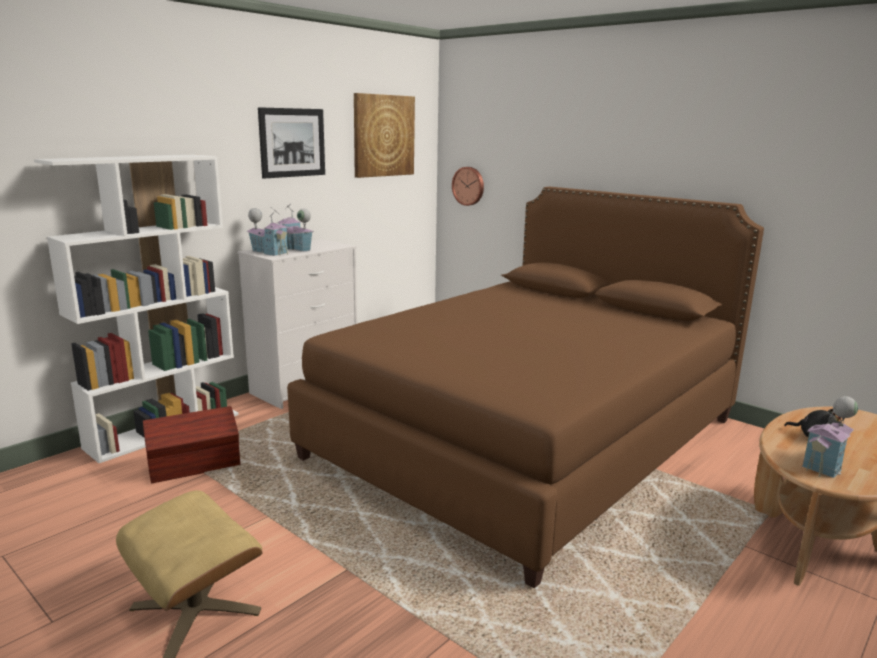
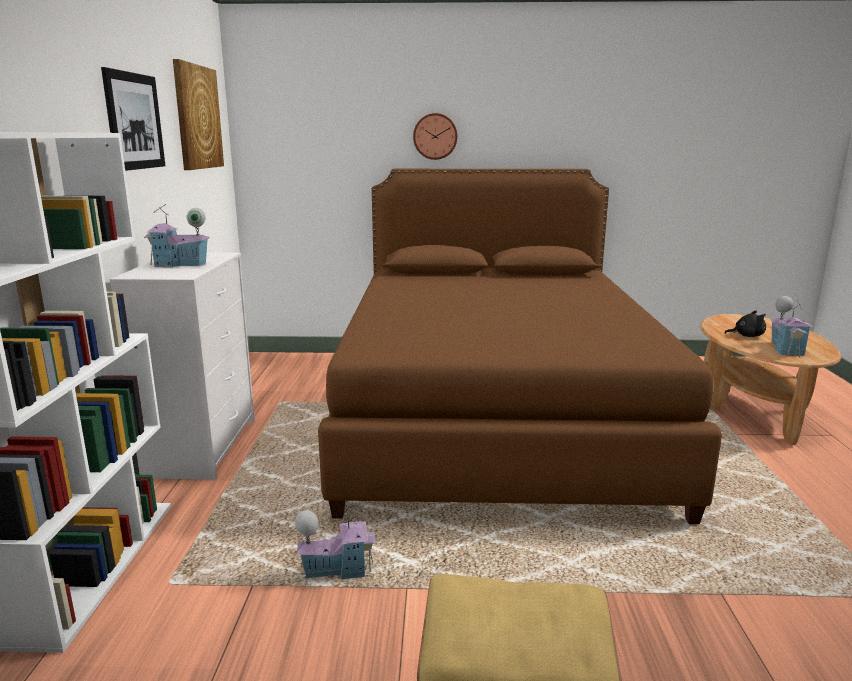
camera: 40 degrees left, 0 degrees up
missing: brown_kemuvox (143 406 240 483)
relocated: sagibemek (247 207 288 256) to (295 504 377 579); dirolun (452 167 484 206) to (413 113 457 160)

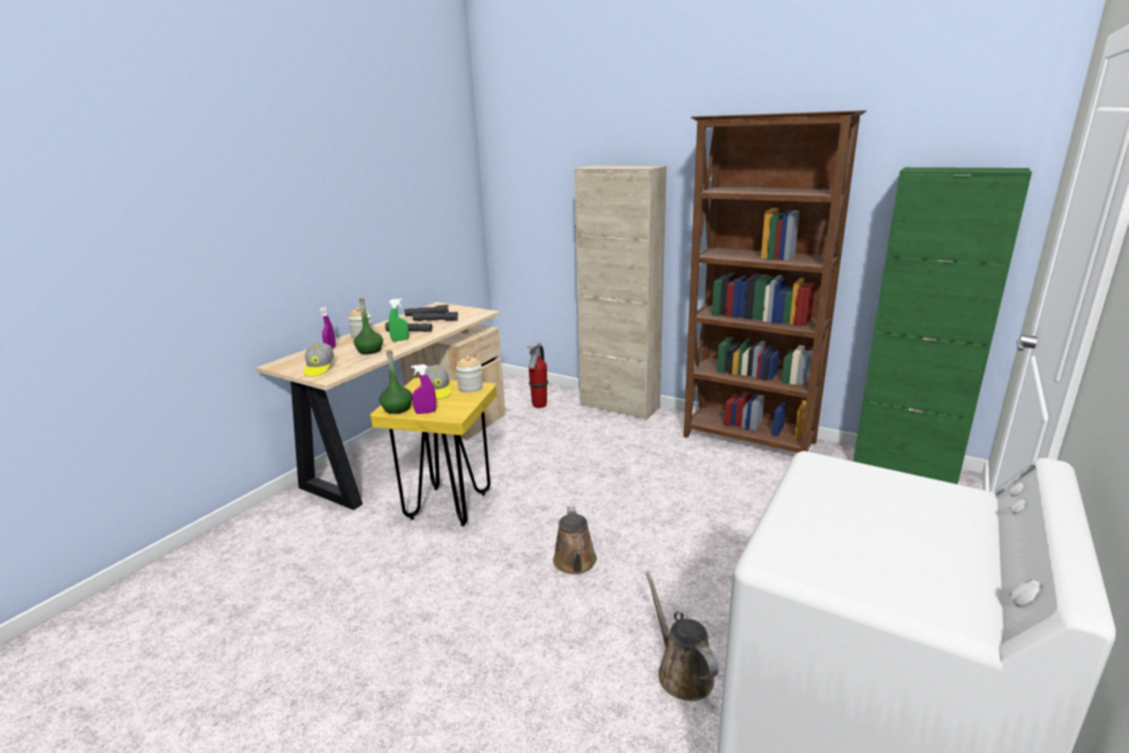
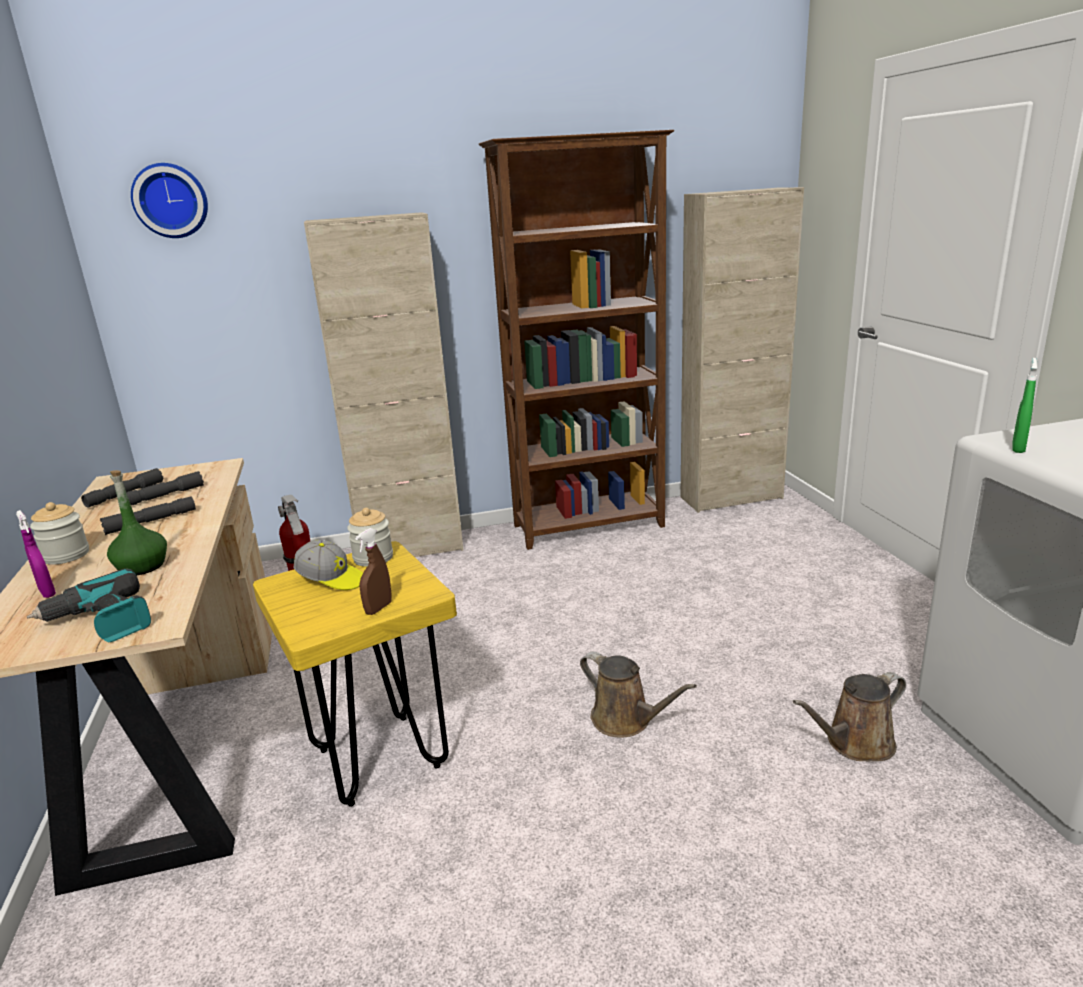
camera: 45 degrees left, 0 degrees up
missing: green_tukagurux (379 350 412 414)
appeared: dirolun (131 163 208 238)
relocated: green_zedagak (388 299 409 341) to (1012 358 1038 453)
exchanged: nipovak (304 343 334 377) to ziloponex (27 568 151 642)
colour: purple_zedagak (411 364 436 414) to brown_zedagak (355 528 392 615); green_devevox (853 167 1032 484) to beige_devevox (681 187 804 513)
spun: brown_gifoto (645 571 718 701) = (793 672 906 761) 45 degrees counterclockwise

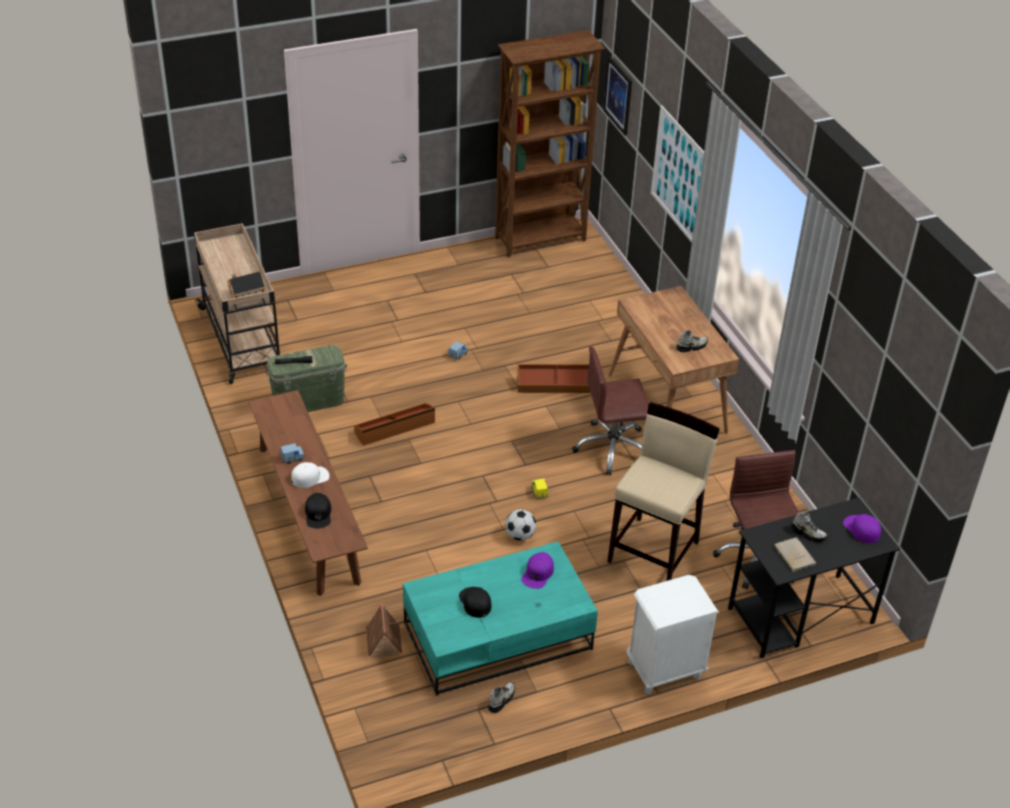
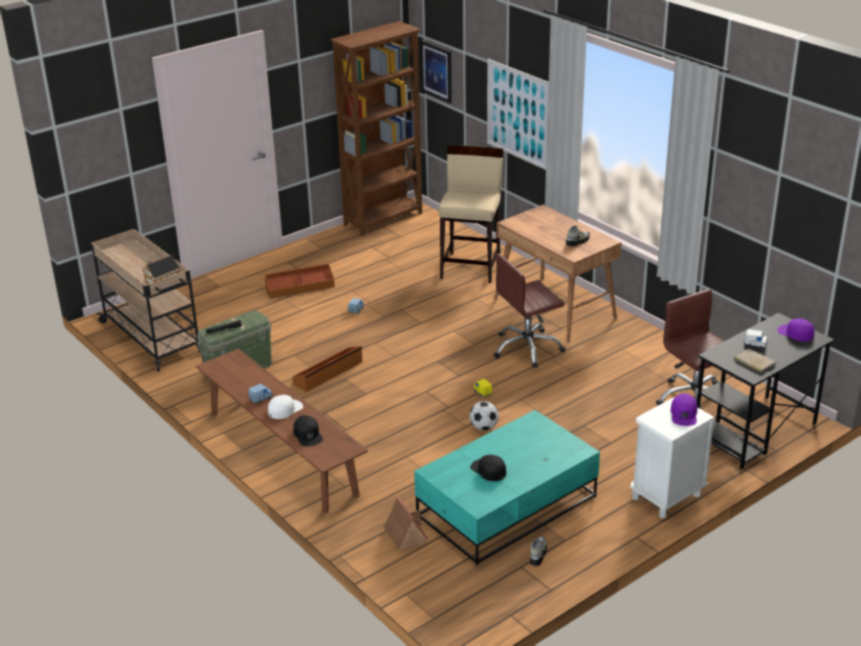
camera: 15 degrees left, 10 degrees down
relocated: brown_kemuvox (517 364 591 393) to (265 263 335 298); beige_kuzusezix (607 402 720 581) to (438 145 503 283); purple_nipovak (521 552 554 589) to (671 393 697 426)
exchanged: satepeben (791 512 828 542) to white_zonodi (744 329 768 349)

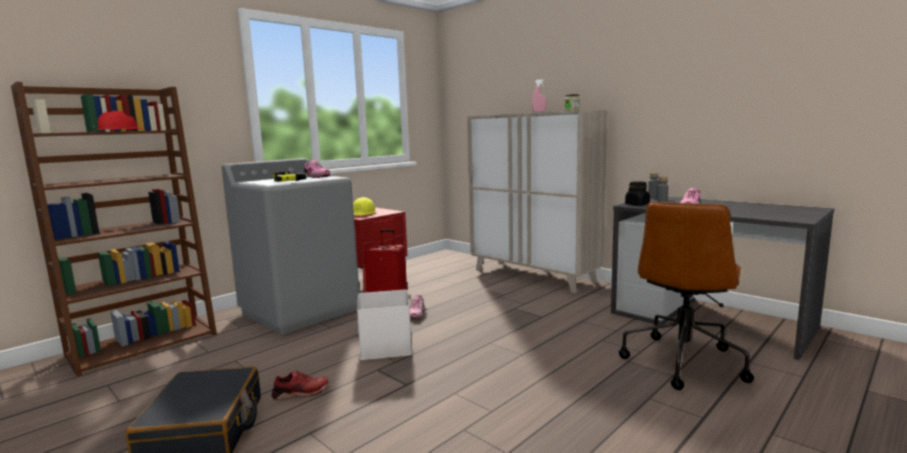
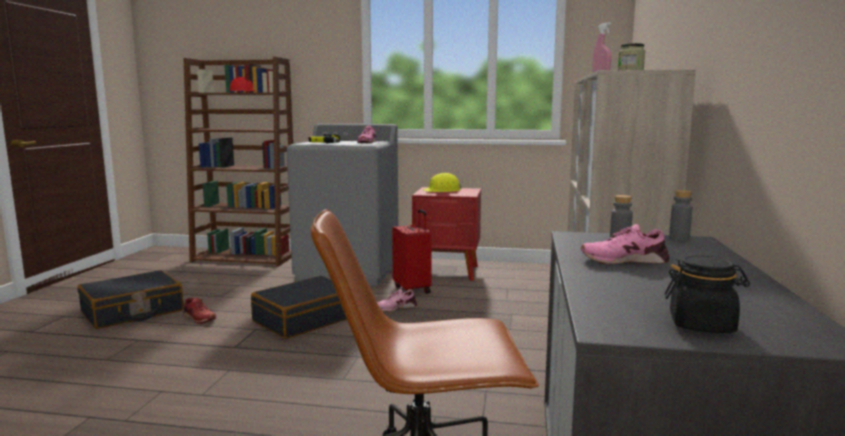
camera: 55 degrees right, 0 degrees up
relocated: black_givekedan (625 182 650 206) to (664 255 750 333)
exchanged: white_kemuvox (357 290 412 360) to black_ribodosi (251 276 347 339)

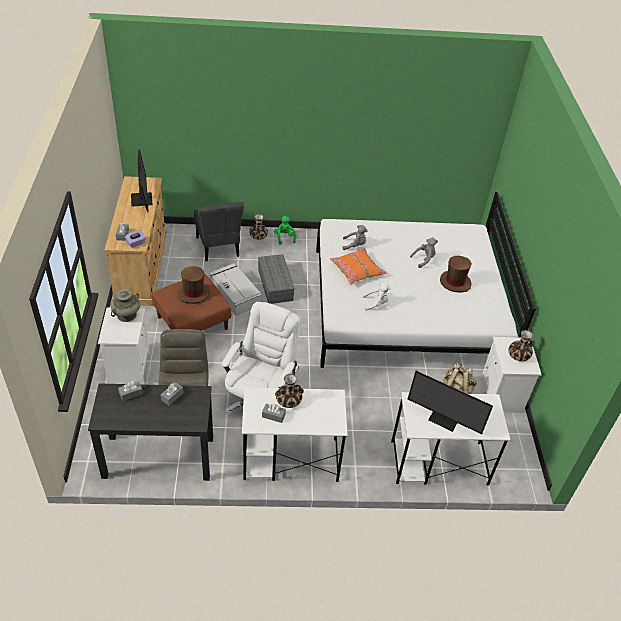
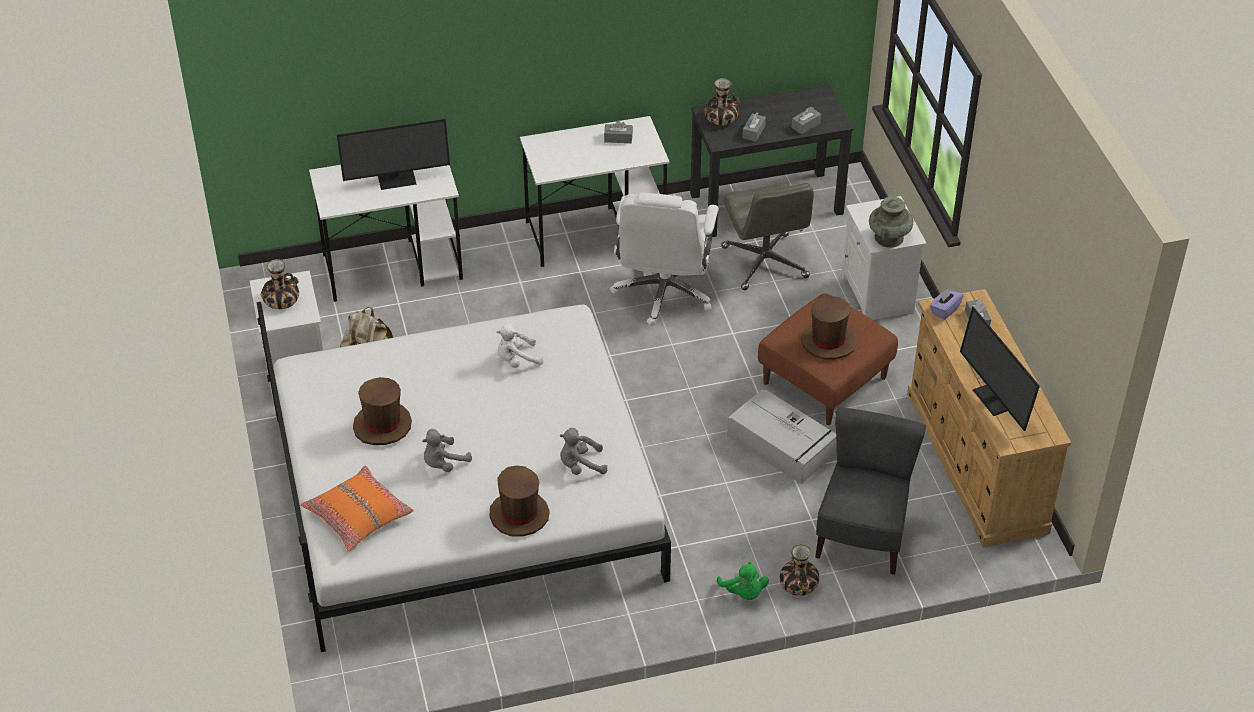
camera: 170 degrees right, 0 degrees up
missing: grey_kemuvox (258 254 295 304)
appeared: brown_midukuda (490 466 550 537)
relocated: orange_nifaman (330 248 387 285) to (300 465 414 552); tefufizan (275 374 304 408) to (704 78 739 126)
spun: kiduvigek (408 371 493 434) = (337 119 450 190) 150 degrees clockwise; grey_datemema (194 202 244 261) = (815 408 926 575) 45 degrees clockwise

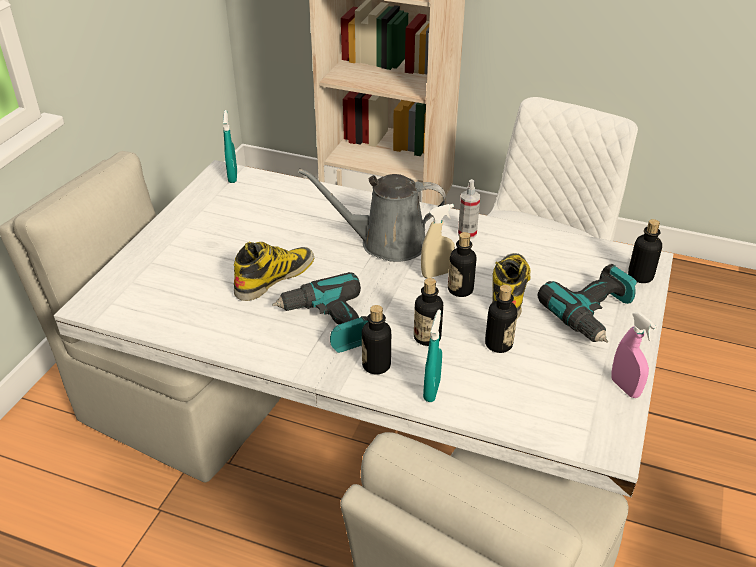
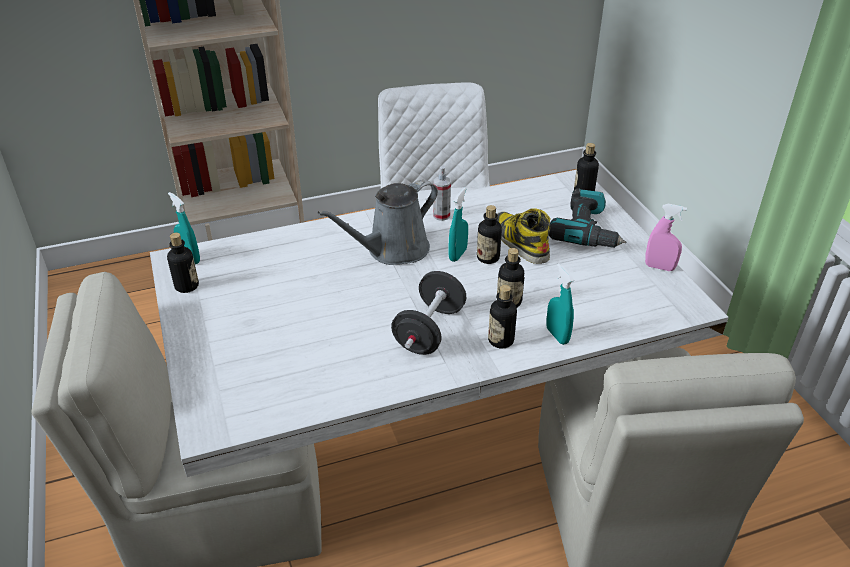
camera: 40 degrees left, 0 degrees up
missing: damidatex (234 242 314 301)
relocated: tukagurux (485 285 517 353) to (167 233 199 293)
exchanged: ziloponex (272 272 368 353) to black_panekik (391 271 466 355)
colour: beige_zedagak (421 204 455 278) to turquoise_zedagak (448 187 468 262)

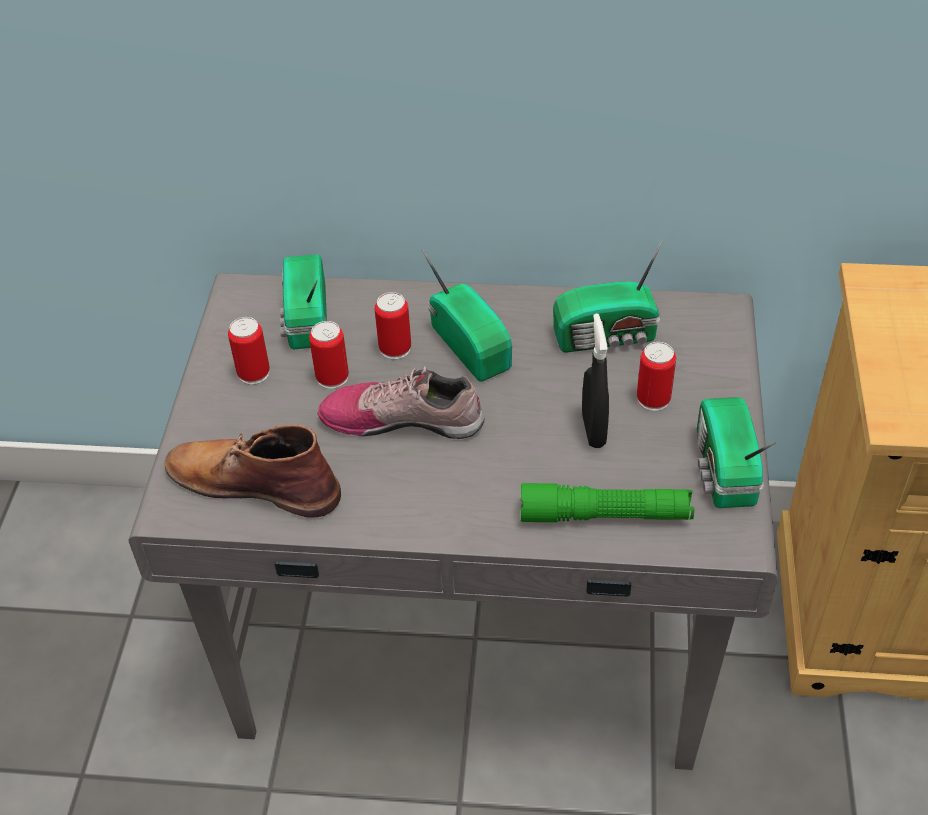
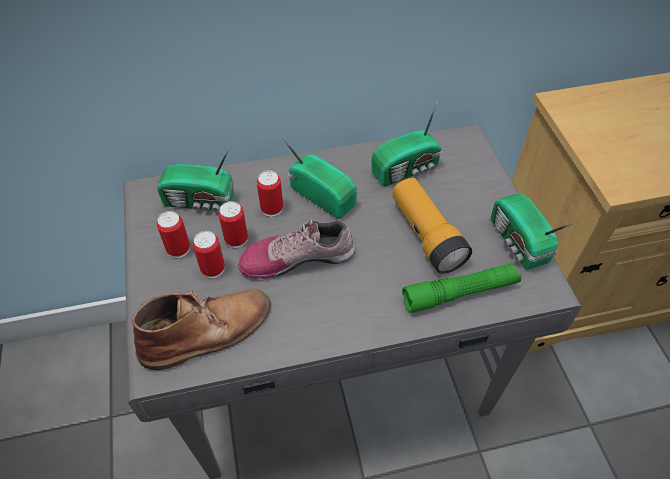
camera: 20 degrees left, 5 degrees up
relocated: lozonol (637 342 676 411) to (193 231 225 278)
exchanged: black_zedagak (582 313 609 448) to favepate (392 178 472 274)
spun: brown_damidatex (164 425 341 518) = (132 289 271 370) 150 degrees clockwise; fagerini (280 254 327 349) = (157 144 234 212) 60 degrees counterclockwise

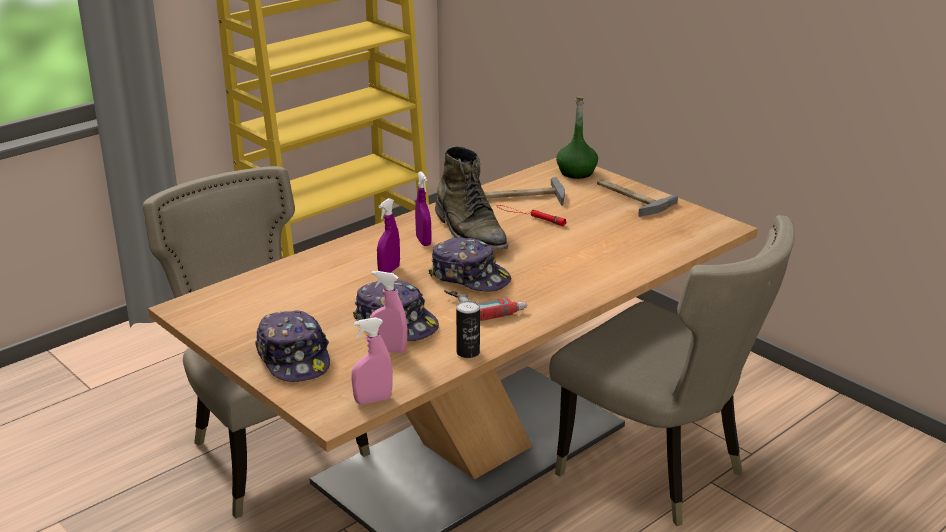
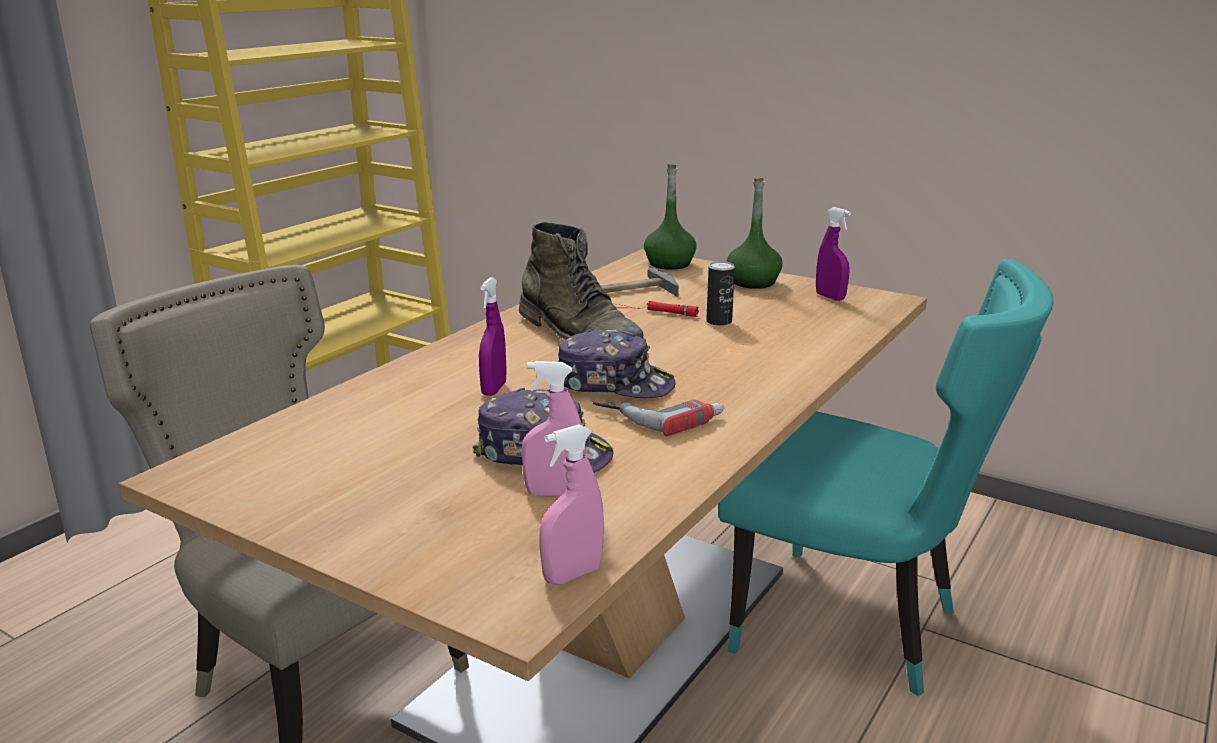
camera: 15 degrees left, 5 degrees down
missing: nipovak (255 311 330 382)
relocated: lozonol (456 301 480 358) to (706 261 735 326); purple_zedagak (415 171 431 246) to (816 207 851 301)
exchanged: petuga (597 179 678 217) to green_tukagurux (727 177 783 289)
colour: beige_datemema (549 215 795 526) to turquoise_datemema (718 259 1054 696)

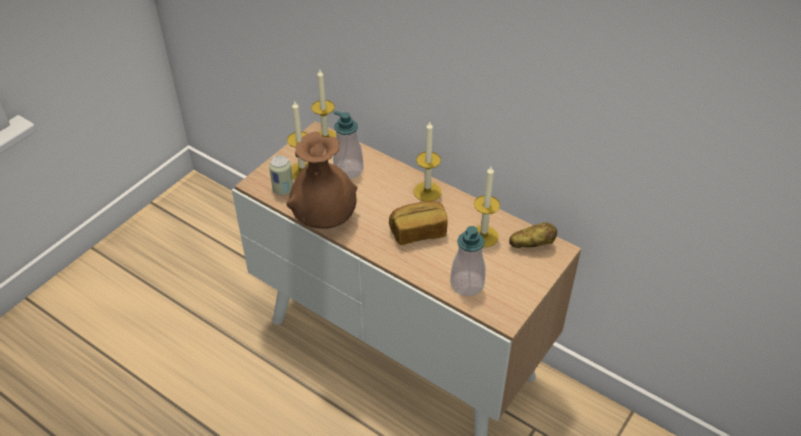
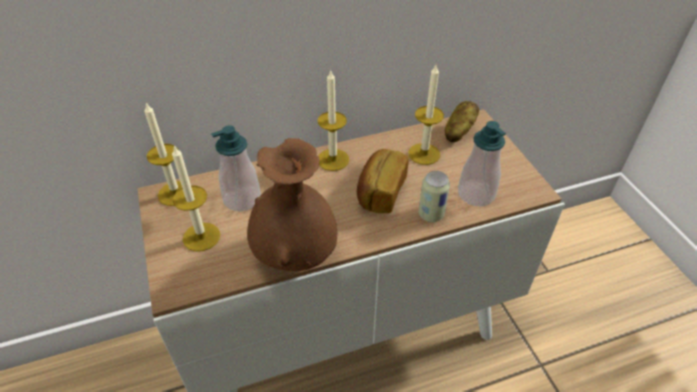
camera: 55 degrees left, 0 degrees up
relocated: lozonol (269 156 293 196) to (419 171 450 222)

